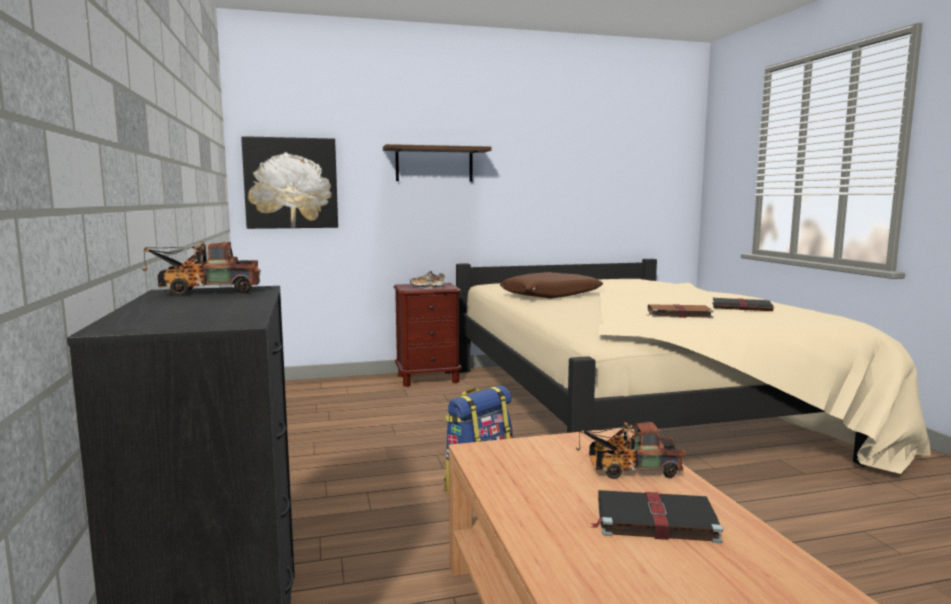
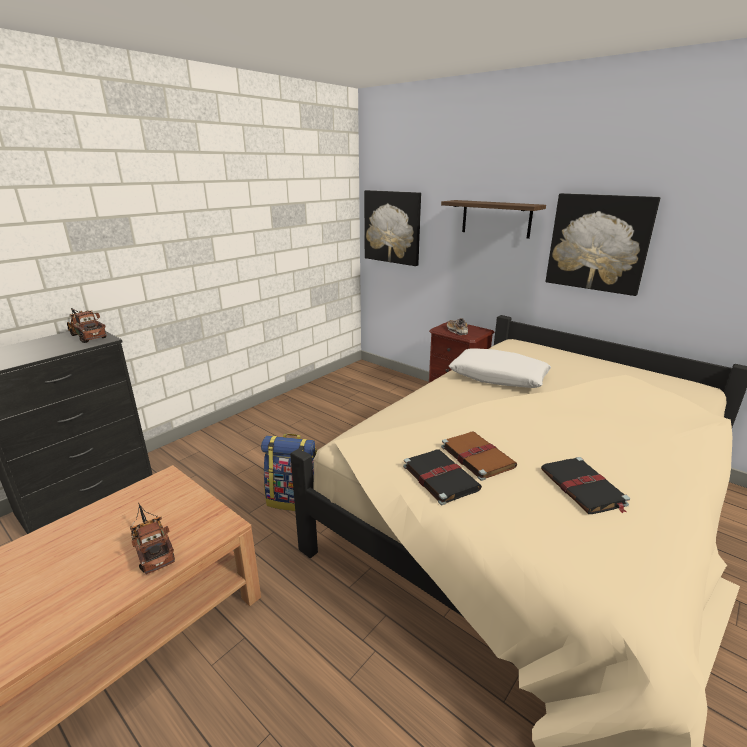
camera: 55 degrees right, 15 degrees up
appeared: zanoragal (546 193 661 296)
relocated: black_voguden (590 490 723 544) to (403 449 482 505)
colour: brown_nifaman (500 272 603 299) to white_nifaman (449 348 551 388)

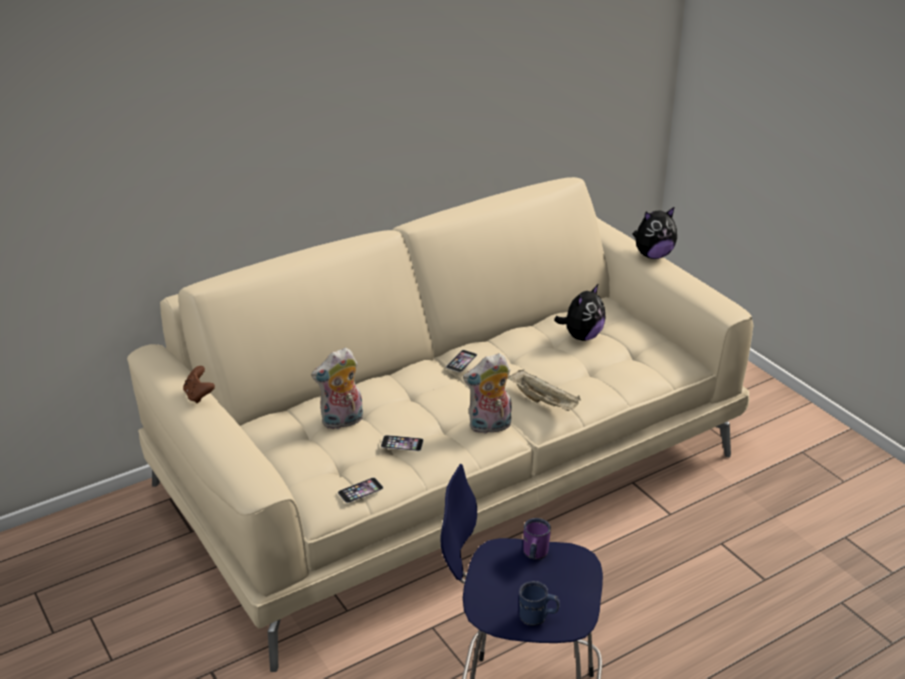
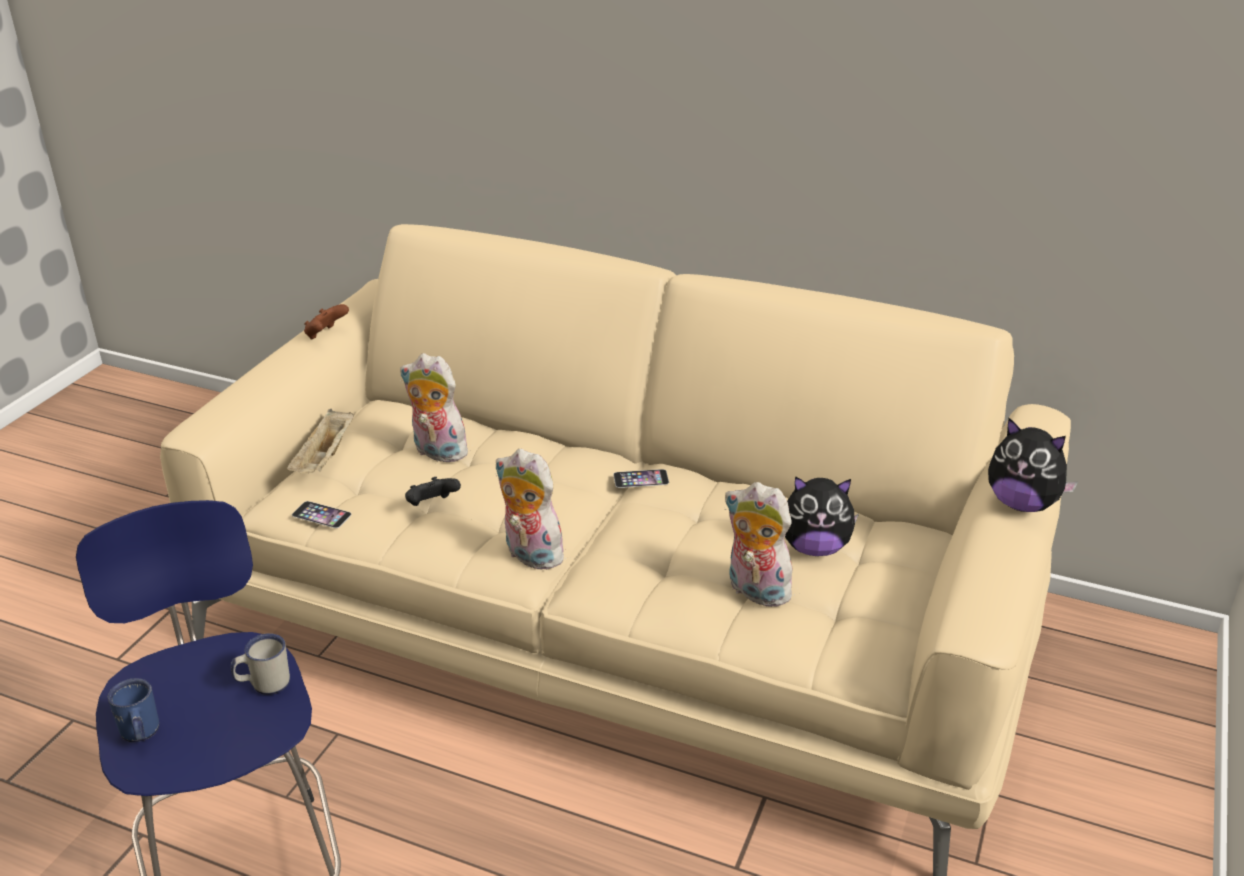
camera: 55 degrees right, 0 degrees up
appeared: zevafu (724 482 797 607)
relocated: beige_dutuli (508 370 581 411) to (287 409 354 473)
exchanged: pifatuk (381 435 424 451) to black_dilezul (405 477 461 506)
colour: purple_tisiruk (523 518 551 560) to white_tisiruk (231 633 290 695)

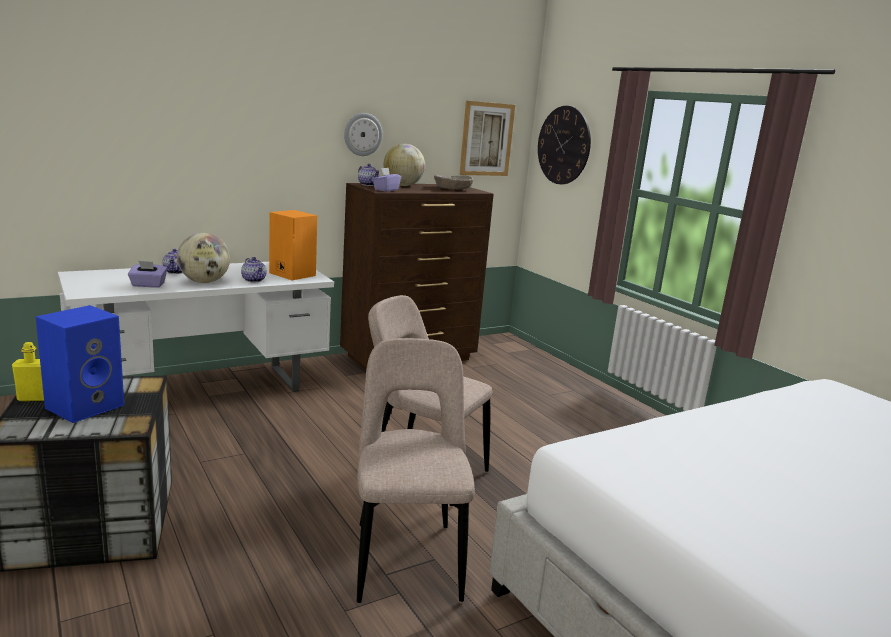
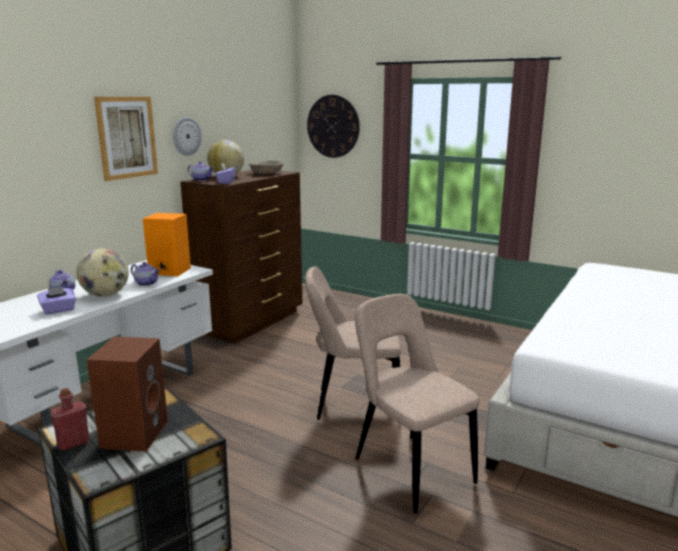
camera: 25 degrees left, 0 degrees up
relocated: zanoragal (460 101 515 176) to (94 97 158 181)
colour: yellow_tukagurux (12 342 44 401) to red_tukagurux (50 388 90 451); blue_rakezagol (36 305 124 423) to brown_rakezagol (87 336 168 452)

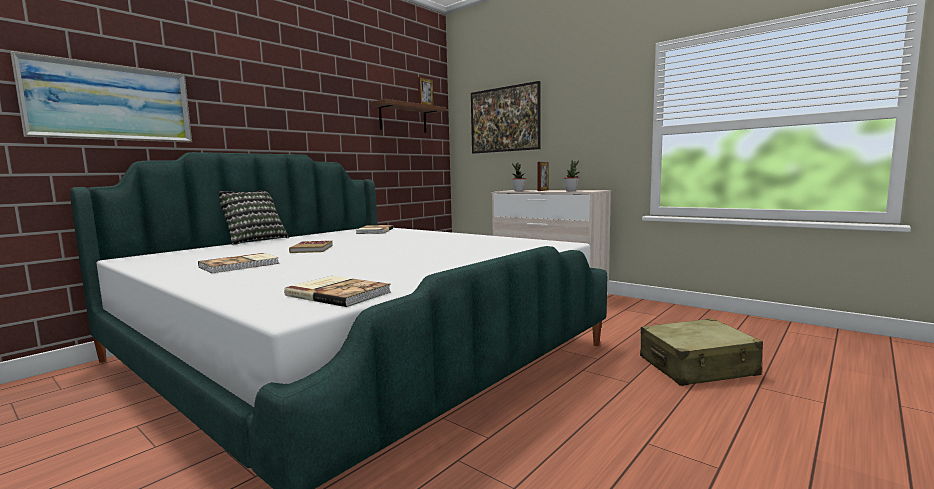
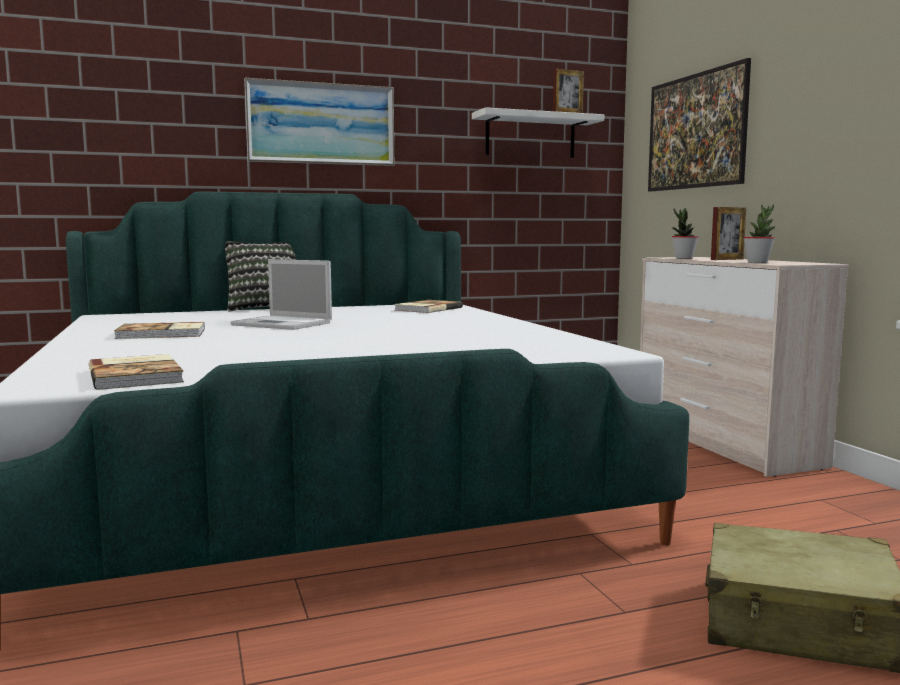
camera: 30 degrees right, 0 degrees up
relocated: zanoragal (10 51 192 142) to (244 78 394 166)
exchanged: voguden (289 241 333 253) to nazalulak (231 259 332 330)
colour: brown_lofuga (371 99 446 133) to white_lofuga (472 107 604 158)

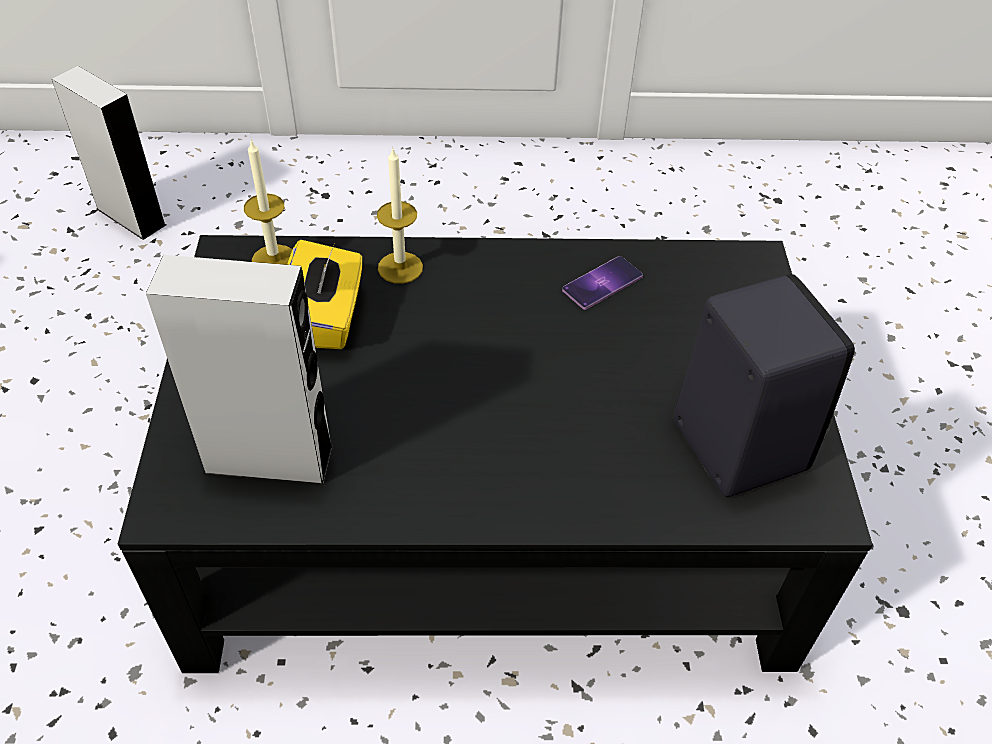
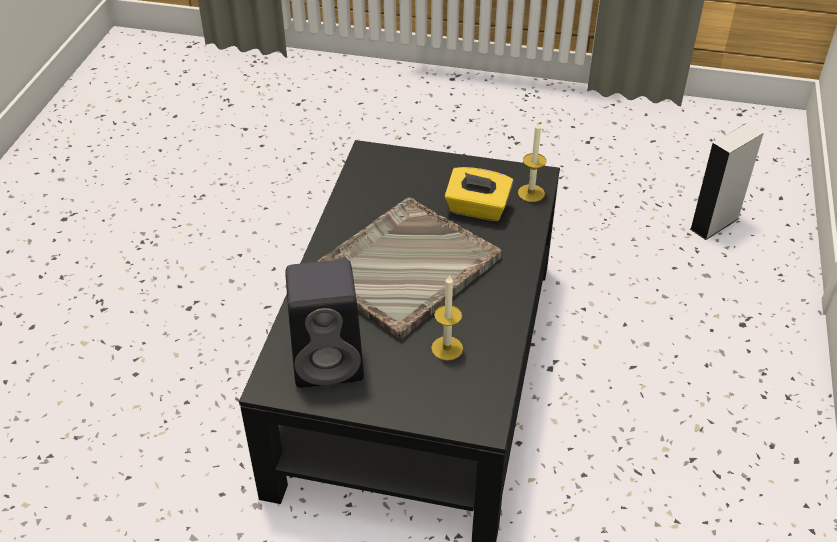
camera: 105 degrees right, 5 degrees down
missing: grey_rakezagol (146 255 334 485); pifatuk (562 256 643 310)
appeared: grey_dutuli (317 197 502 340)
relocated: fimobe (377 147 423 284) to (431 274 463 361)

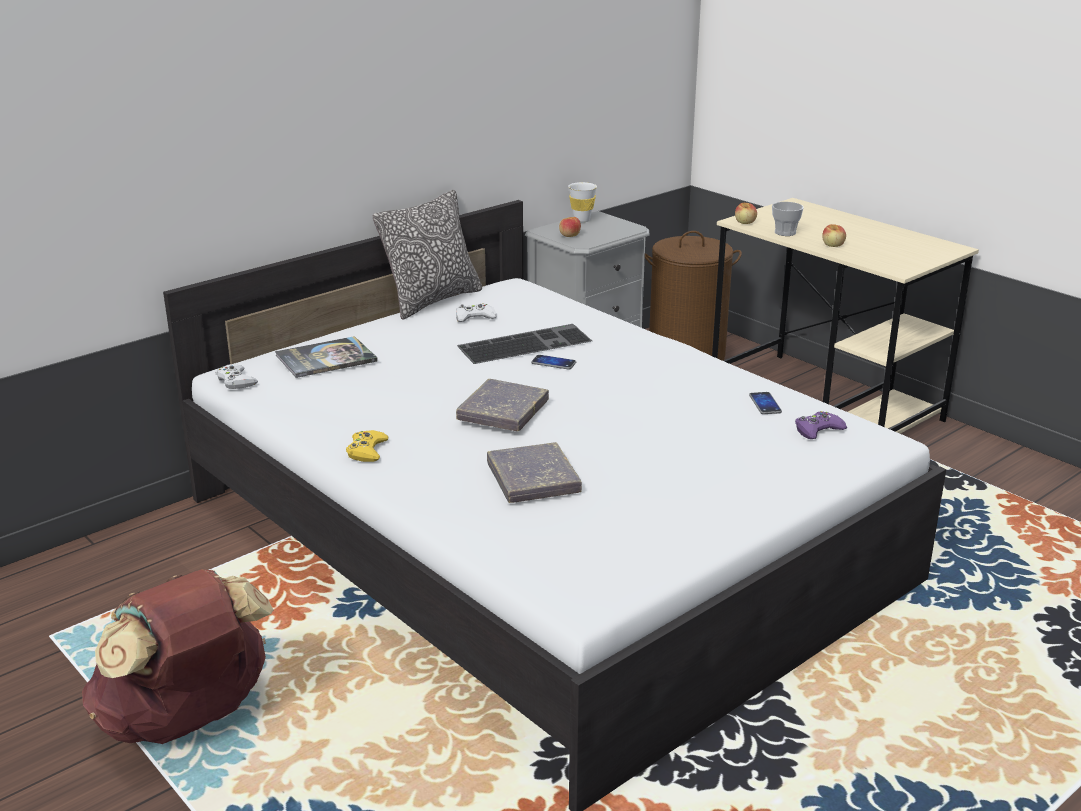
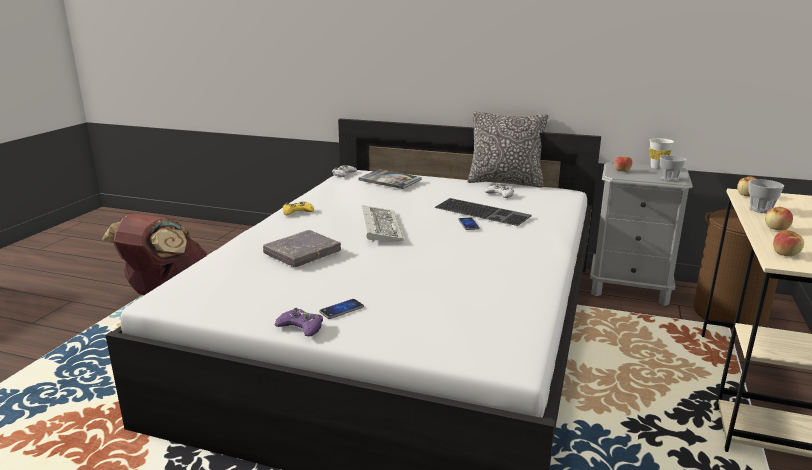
camera: 60 degrees right, 5 degrees down
appeared: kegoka (660 155 686 182); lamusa (773 230 804 256)
relocated: purple_dilezul (795 411 847 439) to (274 308 323 336); pifatuk (749 392 782 414) to (319 299 364 319)
exchanged: grey_voguden (456 379 549 431) to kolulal (361 205 404 242)

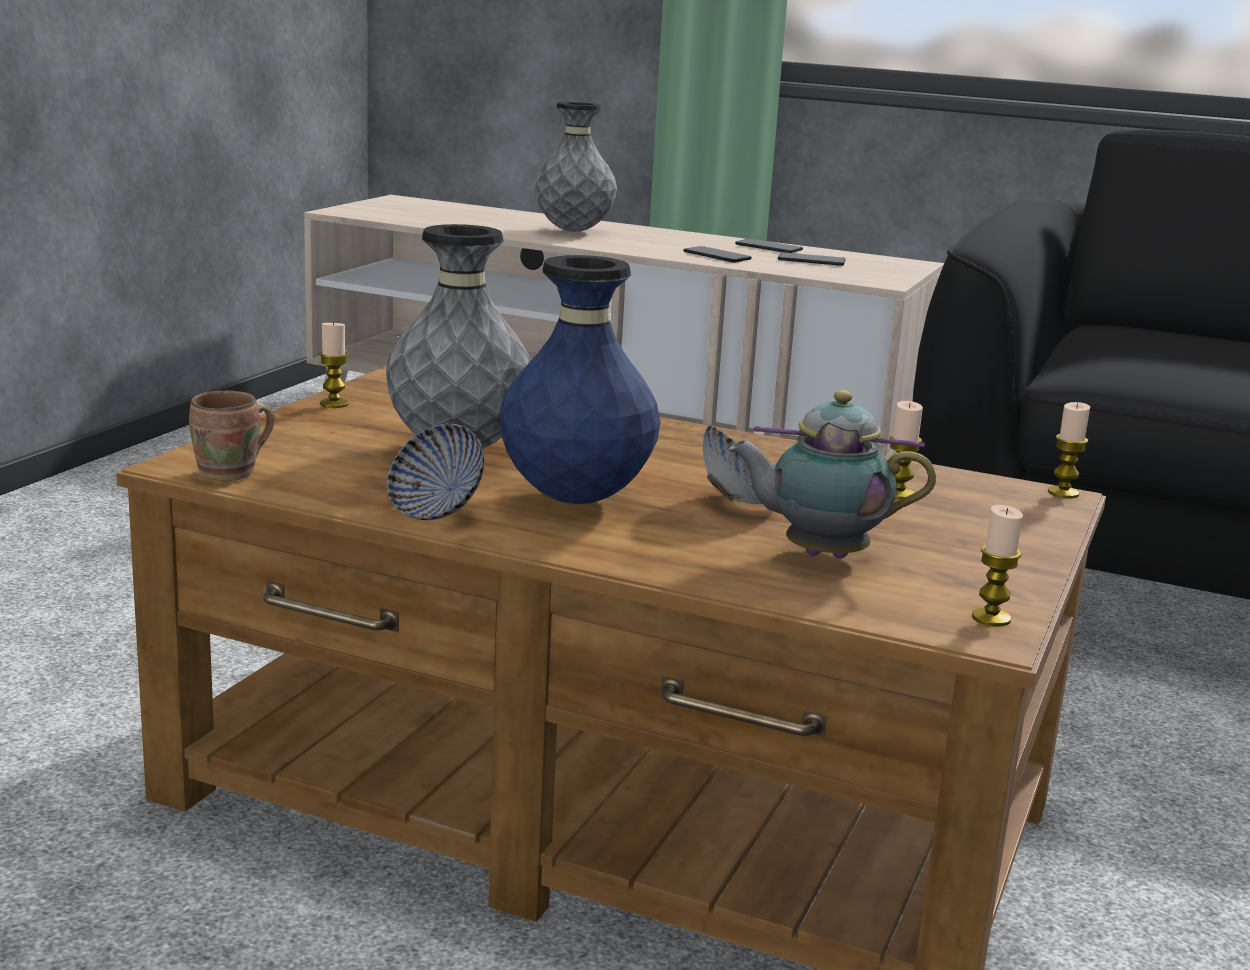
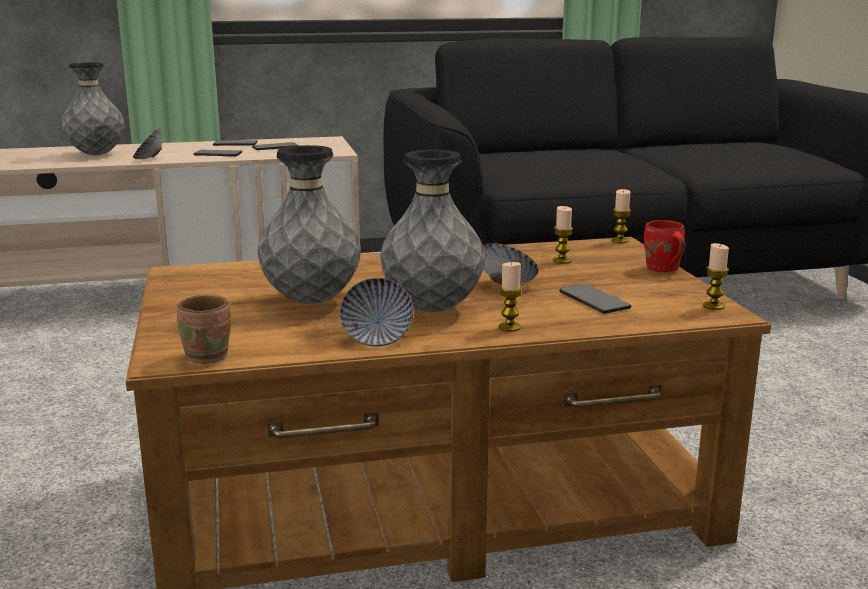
camera: 35 degrees left, 0 degrees up
appeared: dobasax (133 128 163 159); red_tisiruk (644 220 685 272)
relocated: fimobe (319 321 348 408) to (499 262 523 332)
exchanged: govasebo (729 390 936 558) to pifatuk (559 284 631 314)
colour: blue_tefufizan (500 255 661 504) to grey_tefufizan (380 150 485 312)

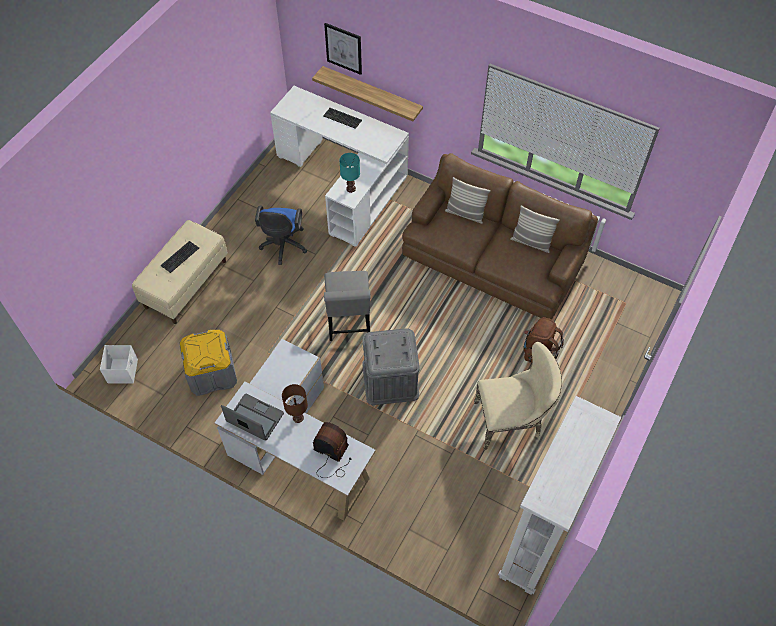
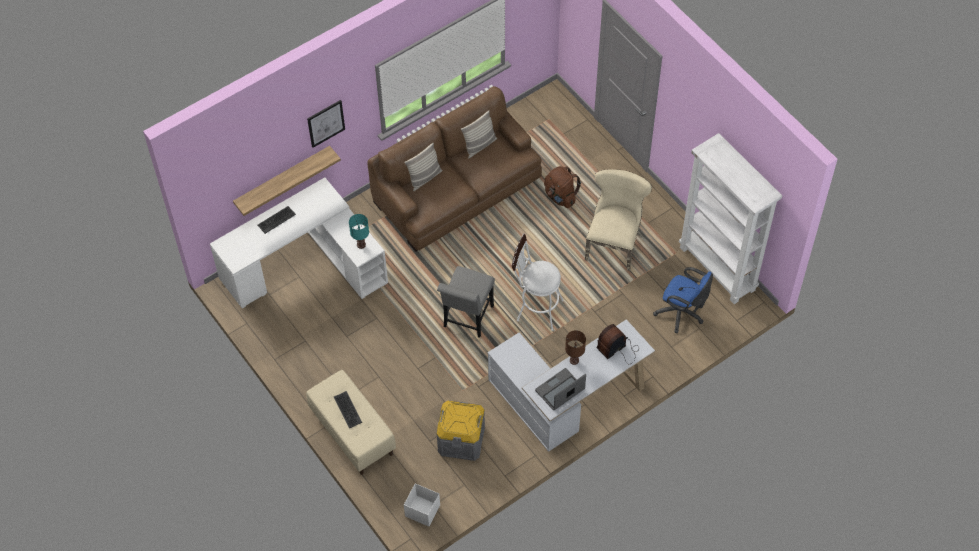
camera: 65 degrees left, 0 degrees up
relocated: zanoragal (324 23 362 75) to (307 100 345 148); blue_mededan (255 205 307 265) to (653 267 713 333)
exchanged: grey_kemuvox (362 329 420 405) to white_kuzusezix (512 233 564 331)
spun: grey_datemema (324 271 371 341) = (437 266 495 338) 90 degrees clockwise

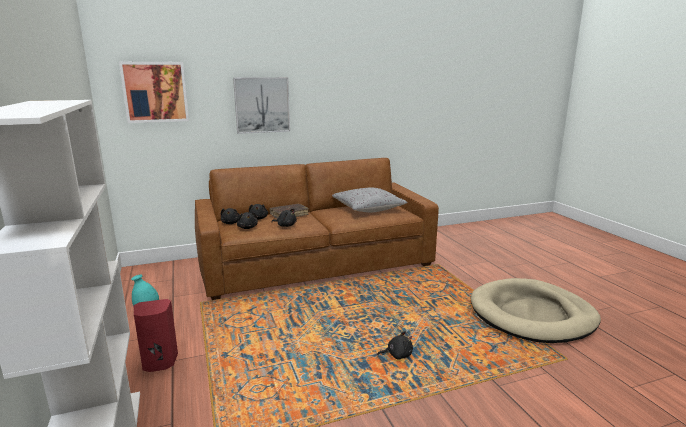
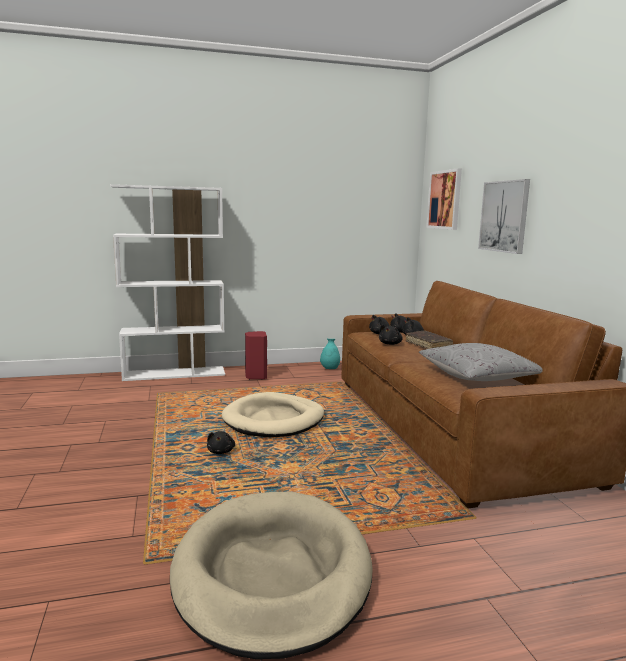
camera: 95 degrees right, 5 degrees down
appeared: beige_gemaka (222 392 324 437)

